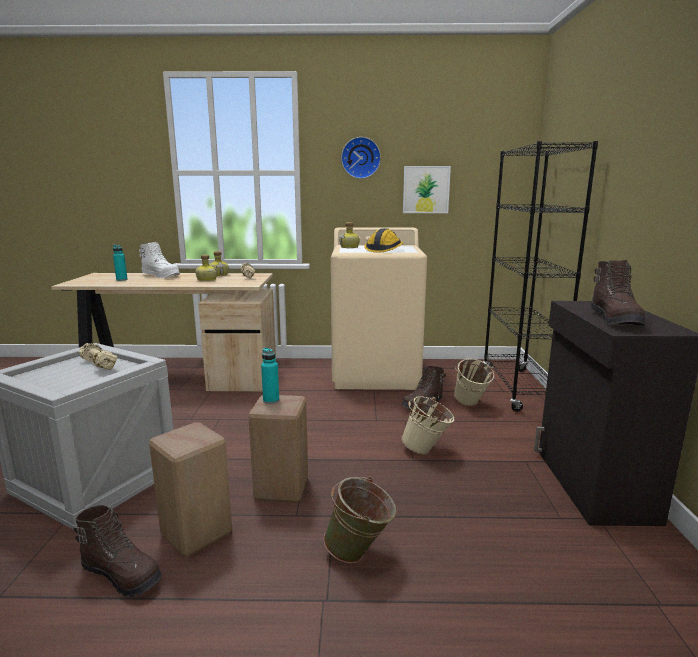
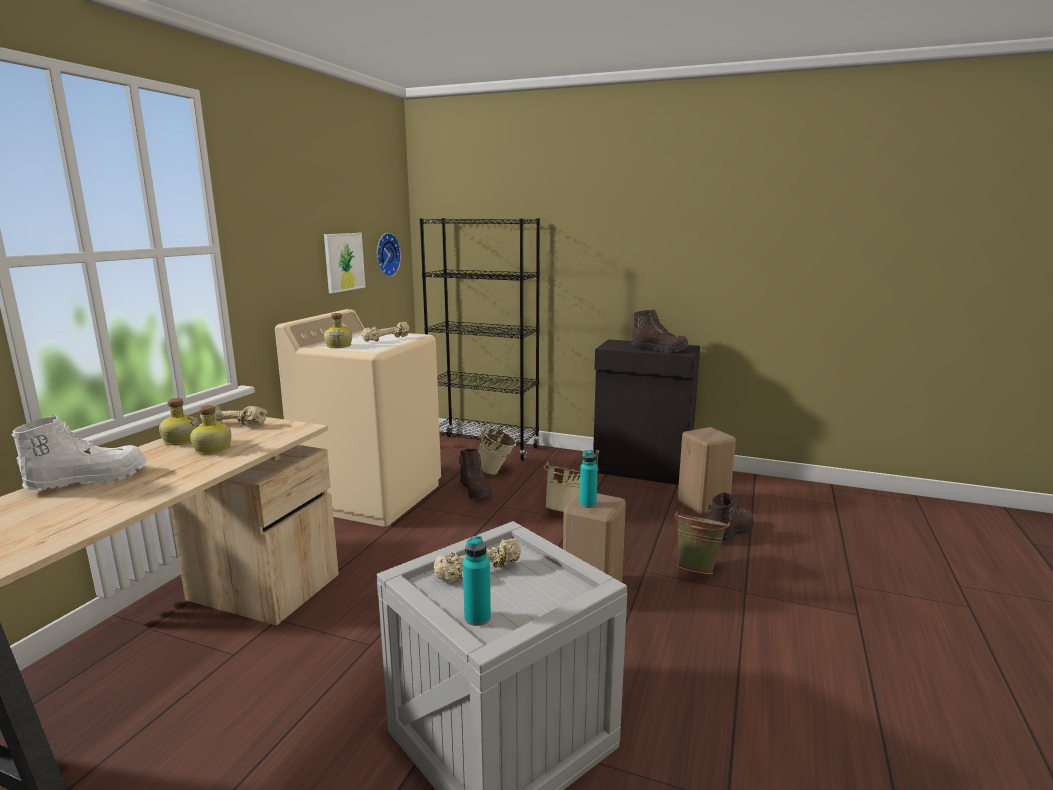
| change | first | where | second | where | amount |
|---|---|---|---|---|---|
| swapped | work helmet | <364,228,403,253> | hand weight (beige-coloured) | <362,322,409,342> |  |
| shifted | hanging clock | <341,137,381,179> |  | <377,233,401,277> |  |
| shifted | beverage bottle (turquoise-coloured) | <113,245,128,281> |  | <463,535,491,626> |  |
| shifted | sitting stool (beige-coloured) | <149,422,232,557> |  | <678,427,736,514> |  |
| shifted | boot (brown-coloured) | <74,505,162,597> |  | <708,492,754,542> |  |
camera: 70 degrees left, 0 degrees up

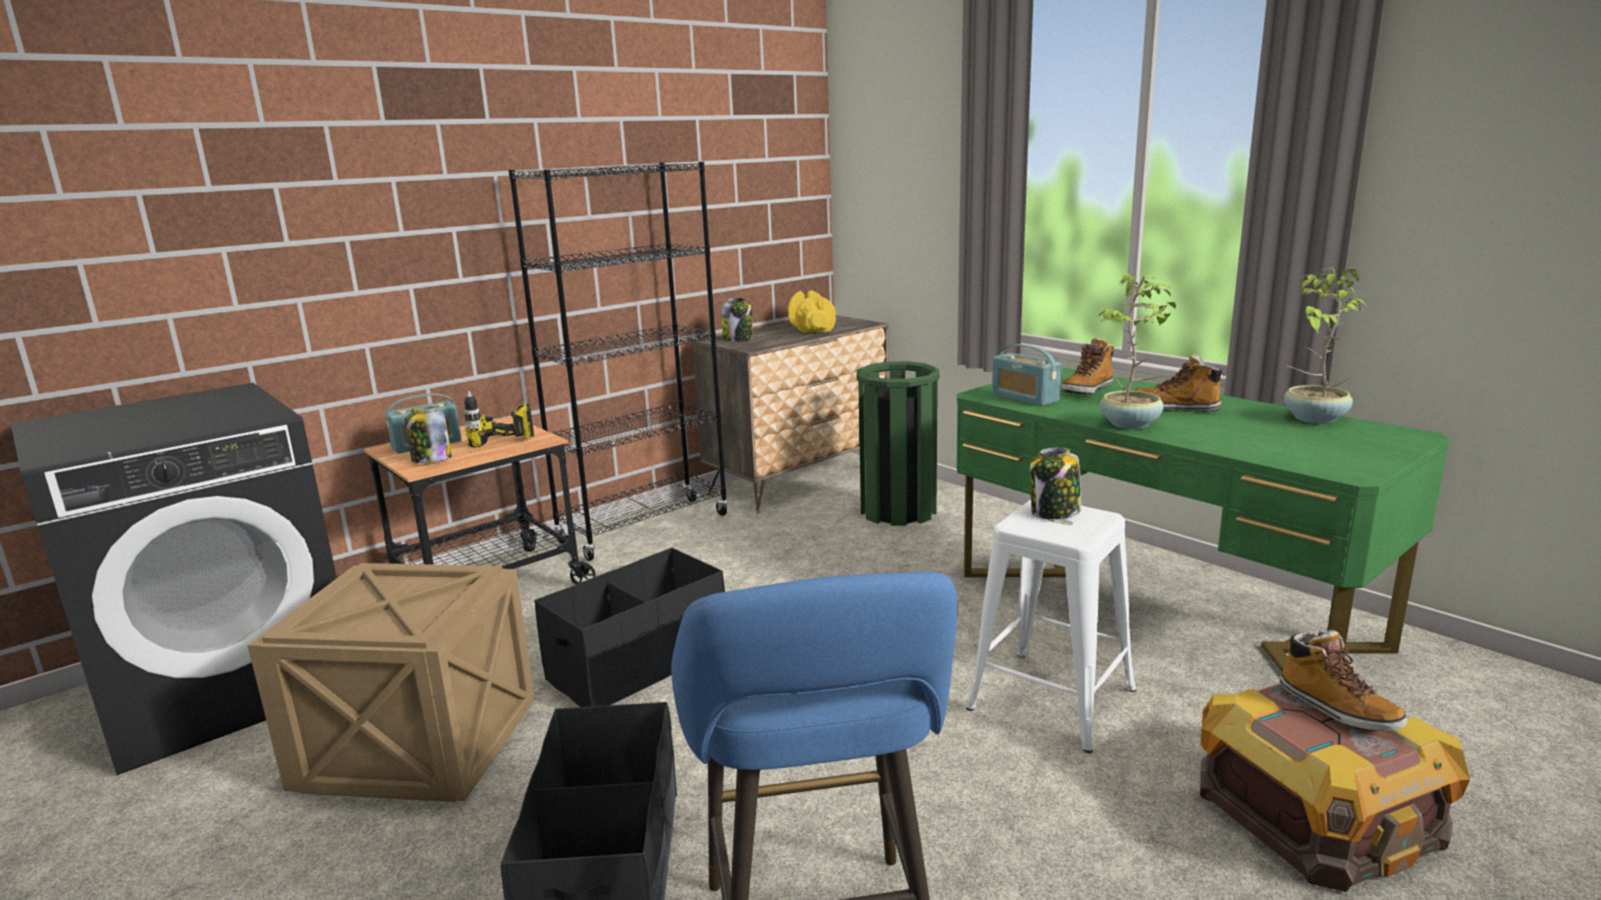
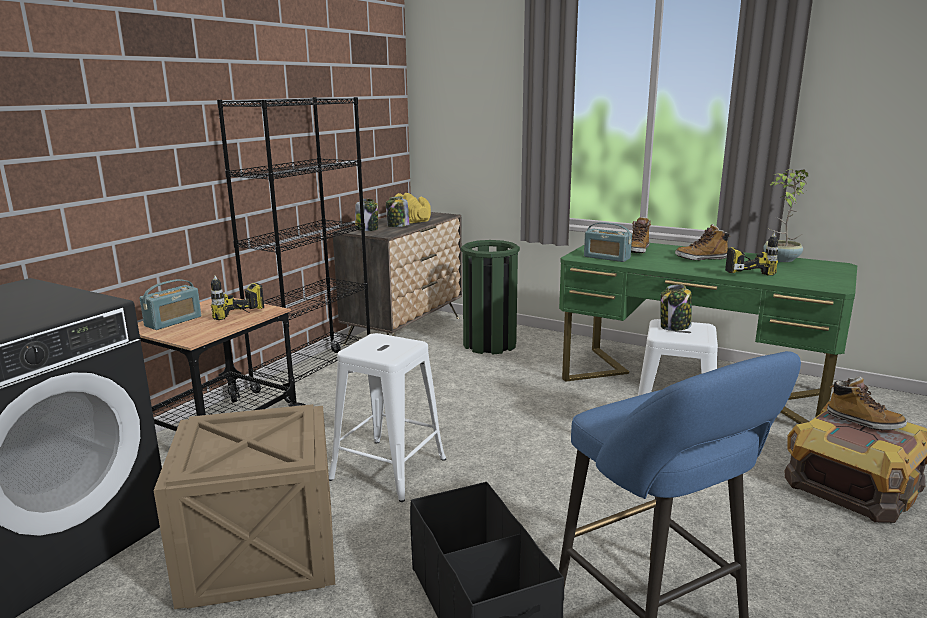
| change | first | where | second | where | amount |
|---|---|---|---|---|---|
| swapped | storage bin (black-coloured) | <534,548,725,707> | sitting stool (white-coloured) | <329,333,446,502> |  |
| shifted | preserve jar | <405,406,452,463> |  | <386,197,410,227> |  |
| new |  |  | power drill | <725,233,778,276> |  |
| gone | houseplant | <1100,274,1176,429> |  |  |  |
camera: 20 degrees left, 0 degrees up

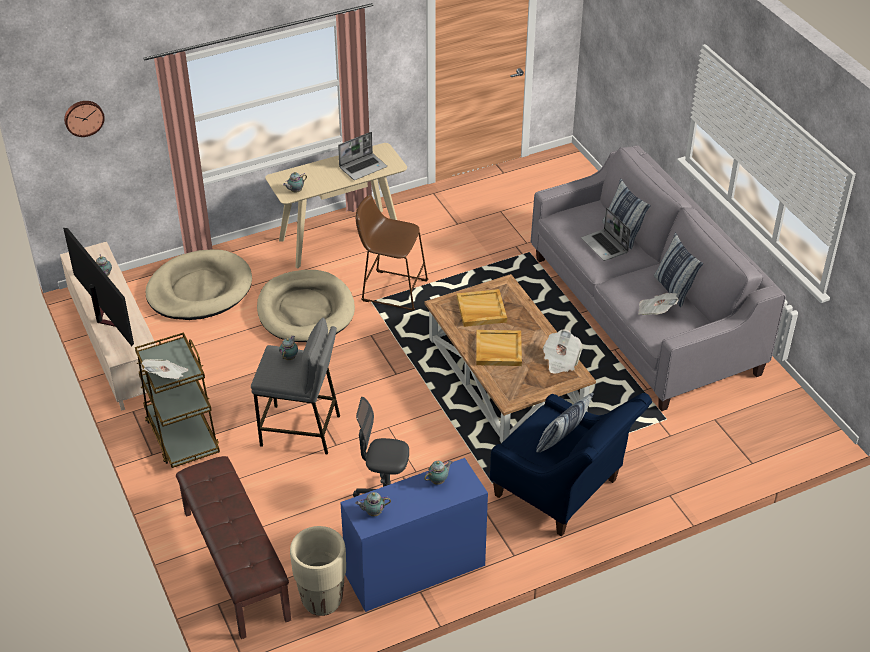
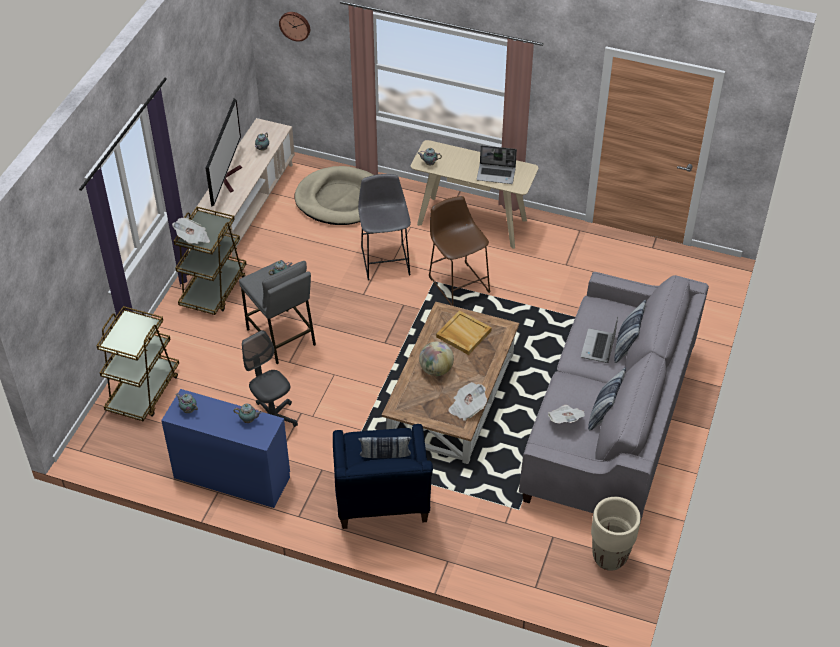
| change | first | where | second | where | amount |
|---|---|---|---|---|---|
| swapped | long seat (brown-coloured) | <176,456,291,639> | wheeled cart (brown-coloured) | <96,306,179,421> |  |
| swapped | dog bed (beige-coloured) | <257,270,355,342> | sitting stool (gray) | <358,174,411,280> |  |
| swapped | serving tray (beige-coloured) | <476,330,522,366> | desk globe | <419,341,454,376> |  |
| shifted | planter (beige-coloured) | <290,526,346,616> |  | <591,497,641,571> |  |
camera: 45 degrees right, 5 degrees up

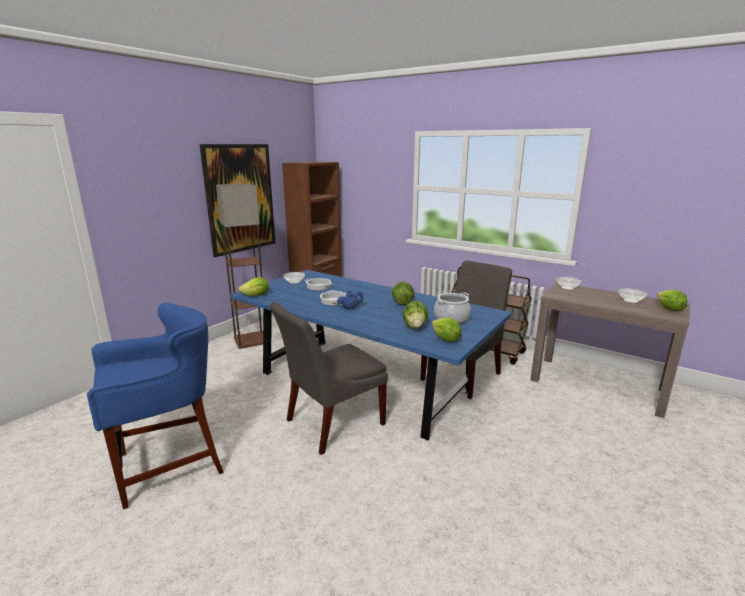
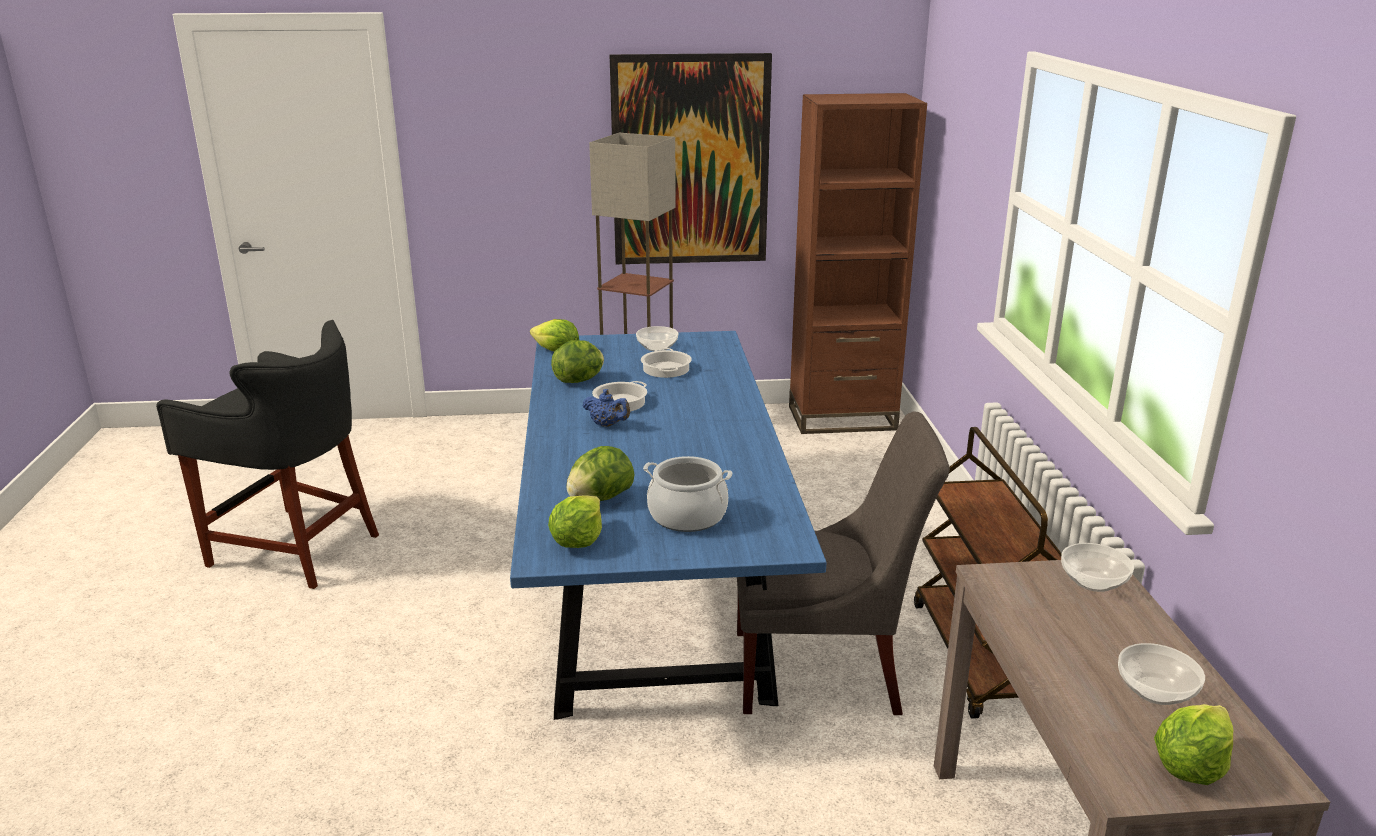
| change | first | where | second | where | amount |
|---|---|---|---|---|---|
| repainted | sitting stool (blue-coloured) | <87,303,224,509> | sitting stool (black-coloured) | <156,320,379,589> |  |
| shifted | head of lettuce | <392,281,415,305> |  | <551,340,604,383> |  |
| gone | plain chair (gray) | <270,302,388,455> |  |  |  |
camera: 50 degrees right, 5 degrees up

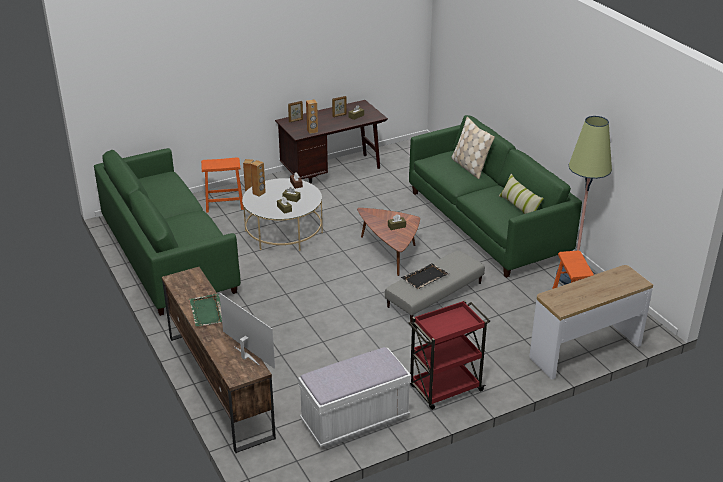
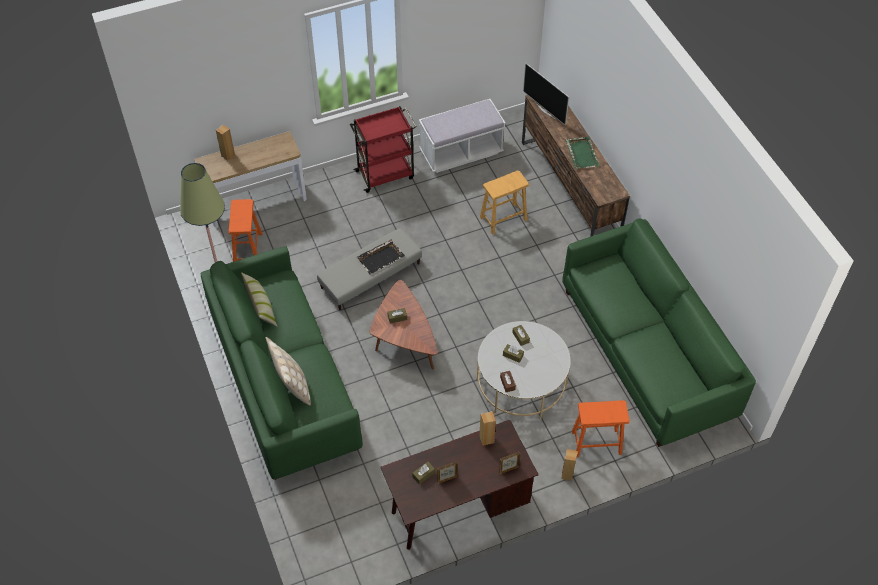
| change | first | where | second | where | amount |
|---|---|---|---|---|---|
| shifted | audio speaker (brown-coloured) | <251,160,266,197> |  | <216,125,235,161> |  |
| new |  |  | sitting stool (brown-coloured) | <480,171,529,235> |  |
camera: 175 degrees left, 20 degrees up

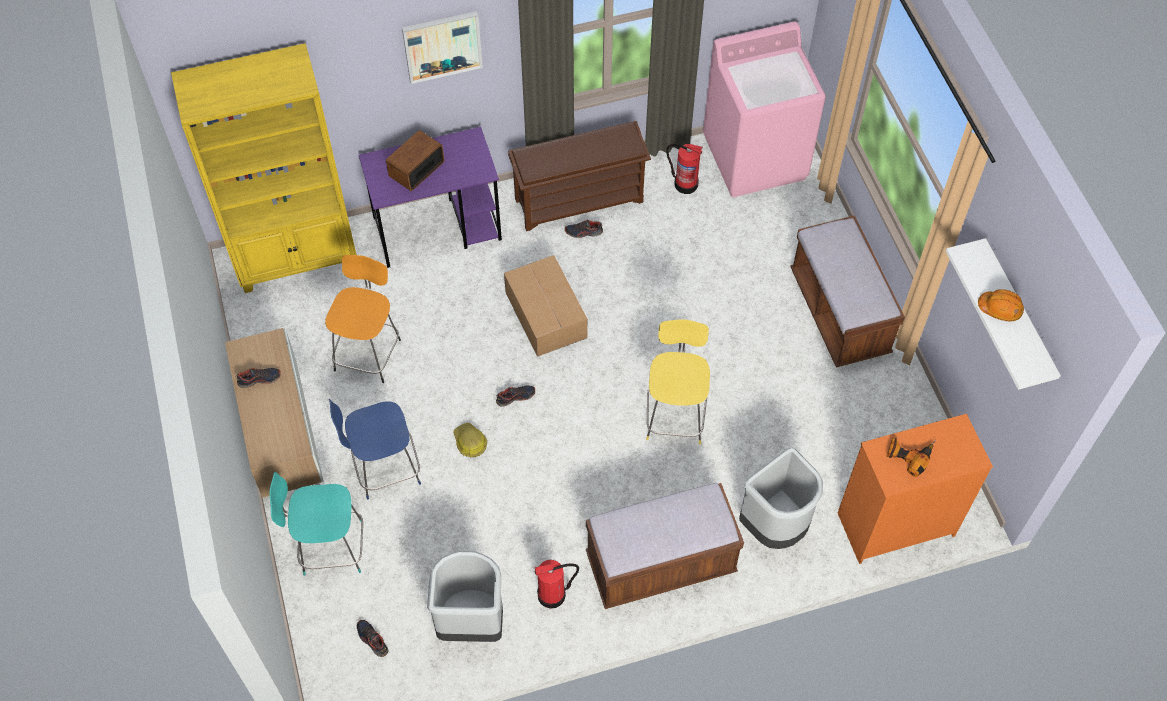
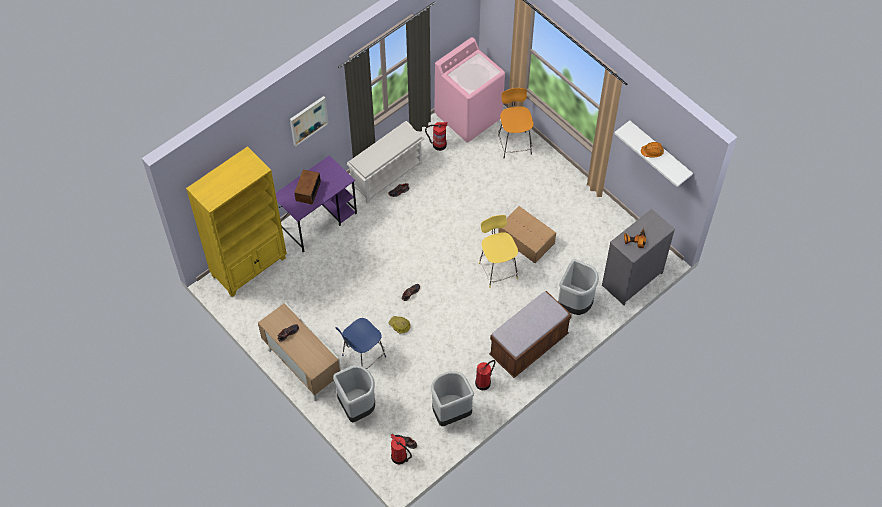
| change | first | where | second | where | amount |
|---|---|---|---|---|---|
| swapped | sitting stool (turquoise-coloured) | <269,472,363,576> | trash can (gray) | <333,365,375,423> |  |
| repainted | shoe rack (brown-coloured) | <508,121,651,231> | shoe rack (white-coloured) | <347,121,424,203> |  |
| new |  |  | fire extinguisher | <390,434,412,464> |  |
| shifted | sitting stool (orange) | <325,255,401,383> |  | <498,88,533,158> |  |
| shifted | cardboard box | <504,255,588,357> |  | <498,206,556,263> |  |
| repainted | dresser (orange) | <838,414,993,564> | dresser (gray) | <602,209,675,305> |  |
| gone | long seat (brown-coloured) | <790,215,905,368> |  |  |  |
camera: 25 degrees left, 0 degrees up

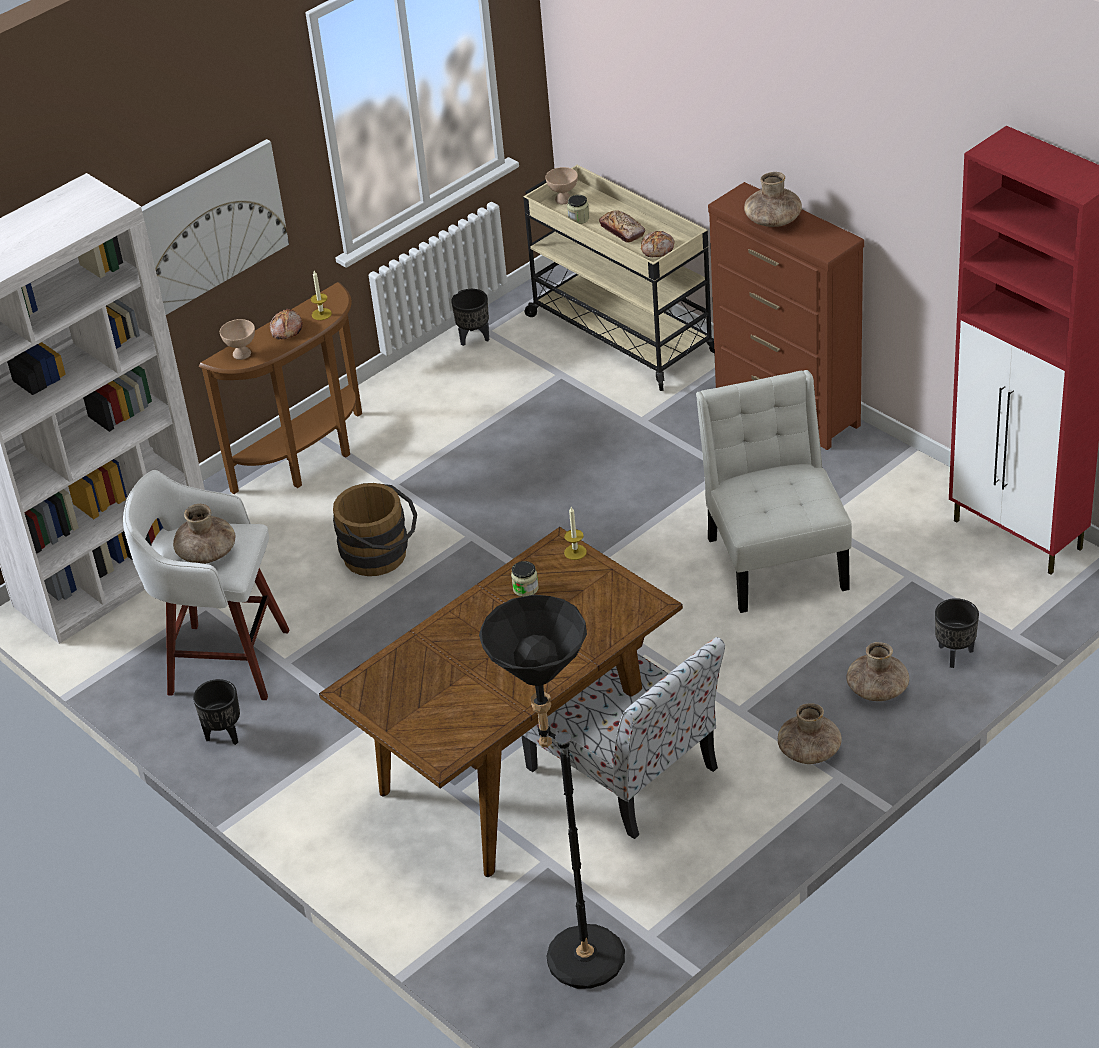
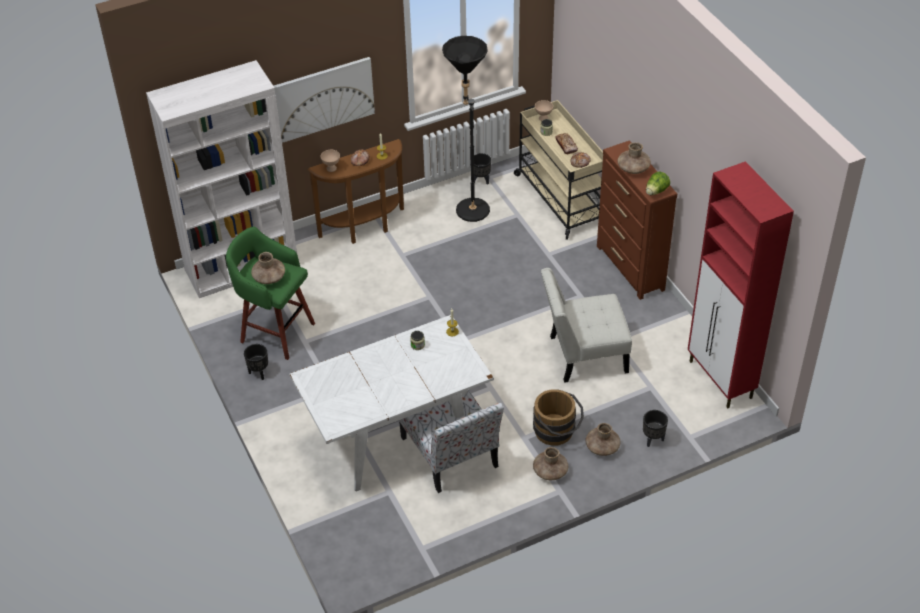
| change | first | where | second | where | amount |
|---|---|---|---|---|---|
| repainted | sitting stool (white-coloured) | <123,470,289,700> | sitting stool (green-coloured) | <226,227,315,360> |  |
| repainted | kitchen table (brown-coloured) | <319,527,683,877> | kitchen table (white-coloured) | <289,315,494,491> |  |
| shifted | standard lamp (black-coloured) | <479,595,625,989> |  | <442,36,490,222> |  |
| shifted | water bucket (brown-coloured) | <333,483,417,576> |  | <533,389,584,446> |  |
| rotated | plain chair (white-coloured) | <696,370,852,613> |  | <541,268,632,383> | 105 degrees counterclockwise |
| new |  |  | head of lettuce | <646,172,670,195> |  |
camera: 15 degrees right, 5 degrees up

